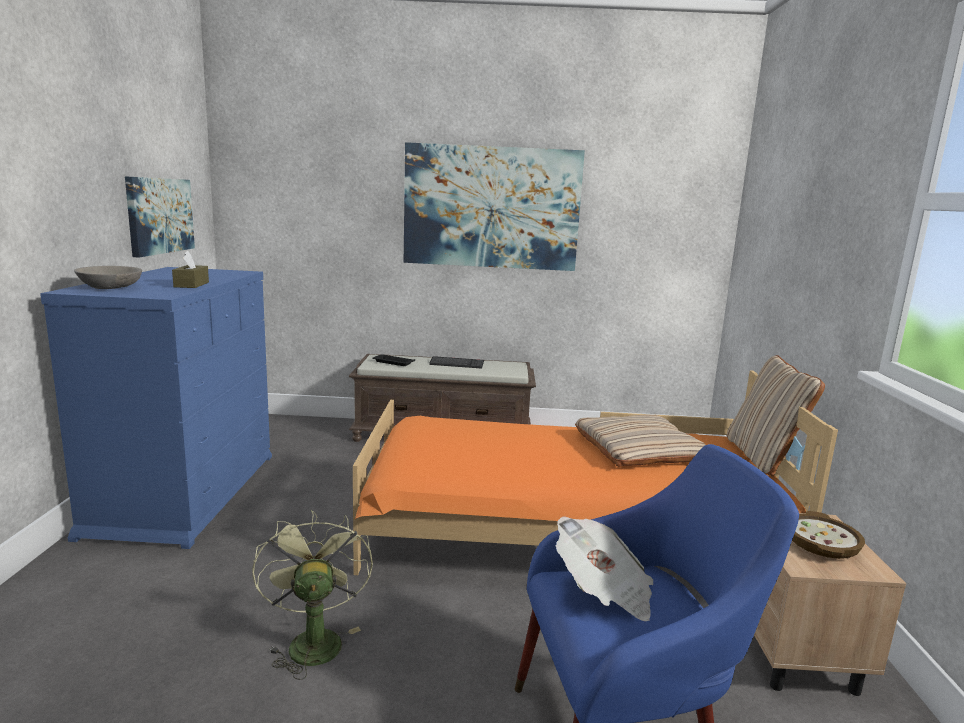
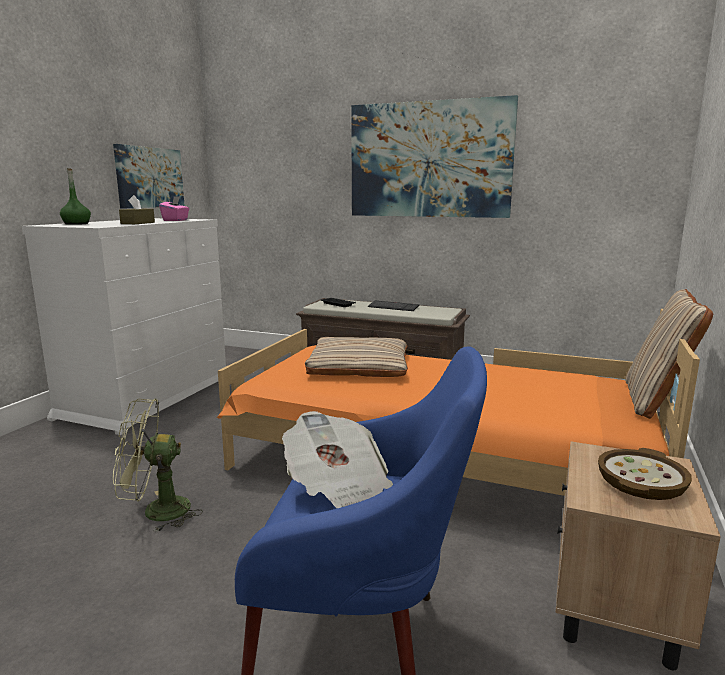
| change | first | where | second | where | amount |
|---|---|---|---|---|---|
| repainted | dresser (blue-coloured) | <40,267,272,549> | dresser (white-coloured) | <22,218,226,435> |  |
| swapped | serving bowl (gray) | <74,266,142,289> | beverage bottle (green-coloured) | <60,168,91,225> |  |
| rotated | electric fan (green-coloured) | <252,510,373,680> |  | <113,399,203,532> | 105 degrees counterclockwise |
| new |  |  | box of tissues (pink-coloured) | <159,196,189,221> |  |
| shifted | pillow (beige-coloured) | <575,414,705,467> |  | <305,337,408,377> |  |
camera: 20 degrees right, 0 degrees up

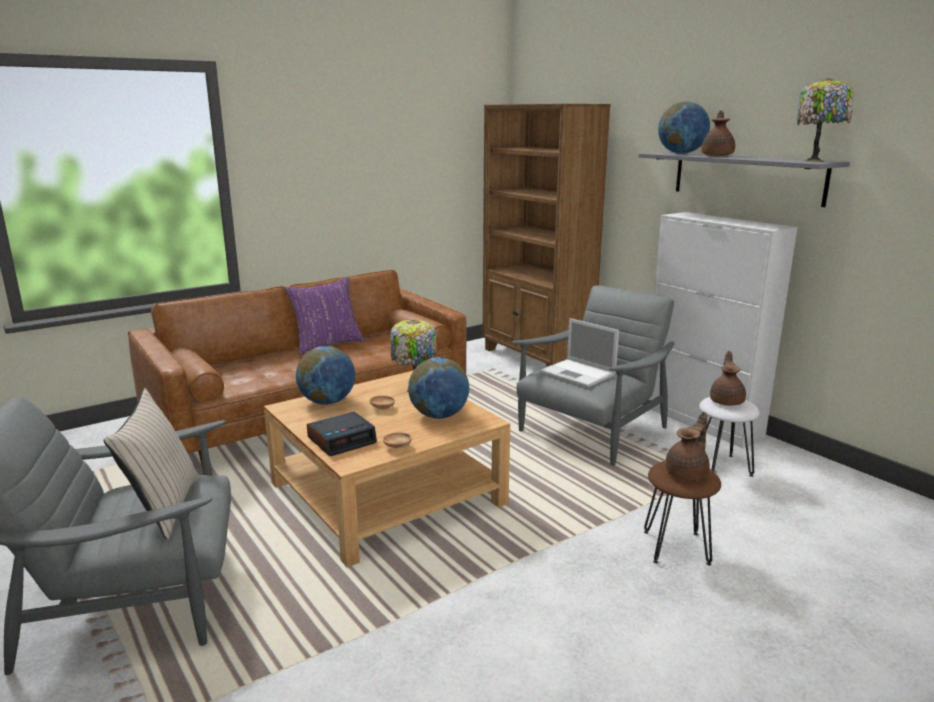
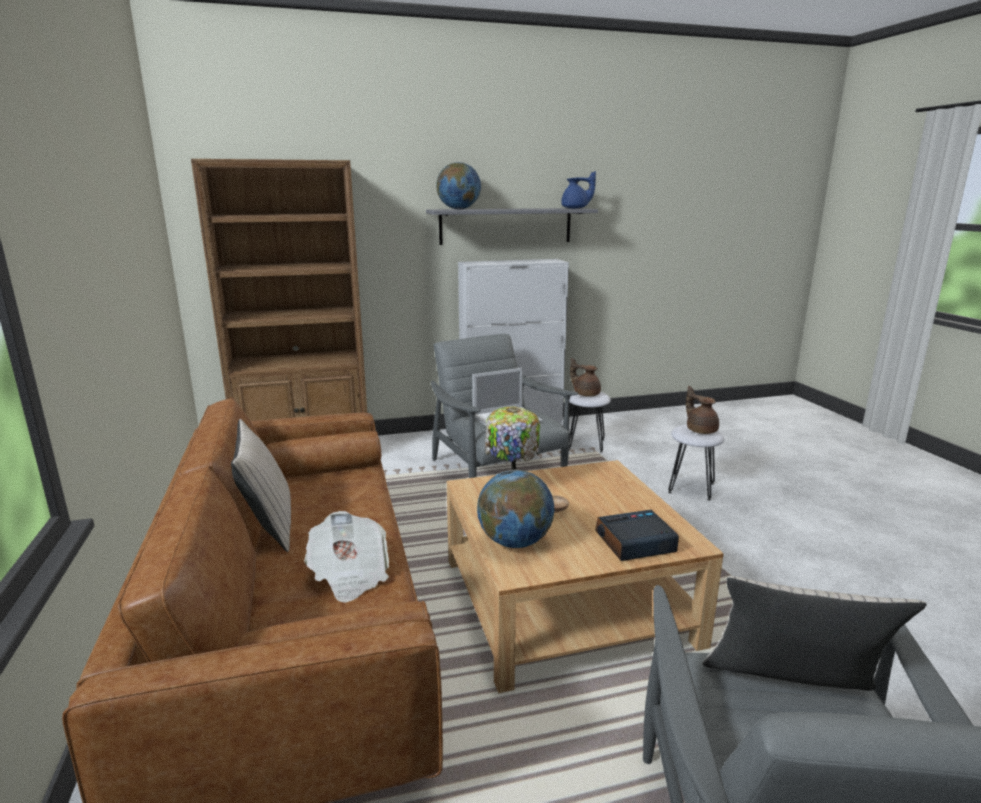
| change | first | where | second | where | amount |
|---|---|---|---|---|---|
| repainted | pillow (purple-coloured) | <284,277,364,354> | pillow (beige-coloured) | <231,419,291,552> |  |
| new |  |  | newspaper | <304,511,389,603> |  |
| swapped | table lamp | <797,78,854,162> | tea pot (blue-coloured) | <561,171,596,208> |  |
| rotated | alarm clock | <307,412,377,456> |  | <595,510,679,561> | 90 degrees counterclockwise |
| repainted | sitting stool (brown-coloured) | <644,461,721,566> | sitting stool (white-coloured) | <668,424,725,500> |  |
| gone | serving bowl (brown-coloured) | <383,432,412,449> |  |  |  |
| gone | desk globe | <408,357,469,419> |  |  |  |
| gone | tea pot (brown-coloured) | <701,110,735,156> |  |  |  |
camera: 70 degrees left, 0 degrees up

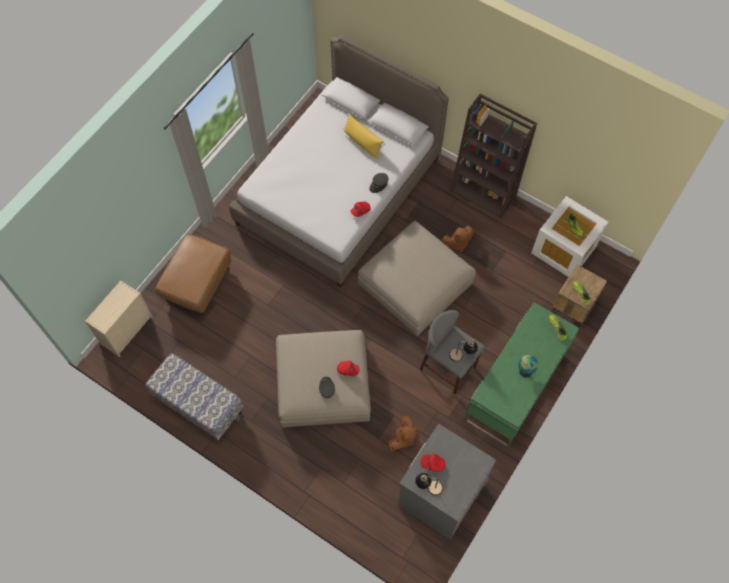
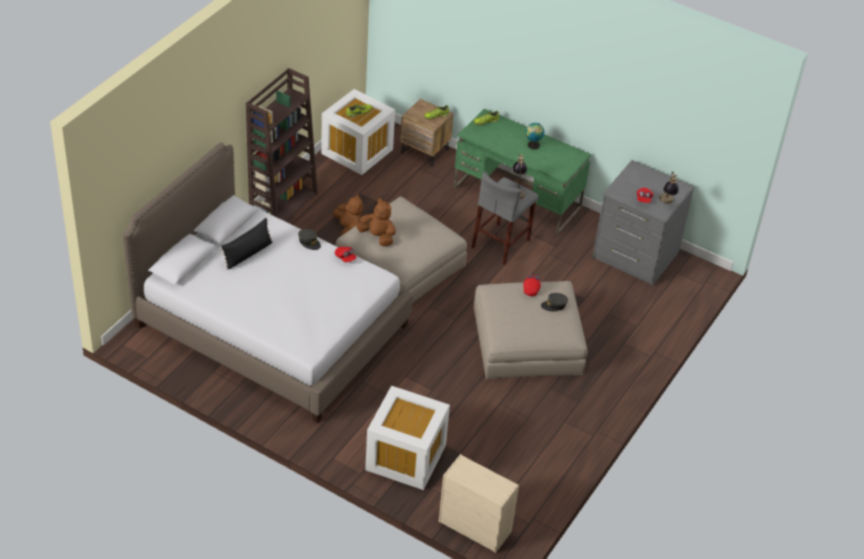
| change | first | where | second | where | amount |
|---|---|---|---|---|---|
| repainted | pillow (yellowish) | <343,114,385,159> | pillow (black-coloured) | <219,218,273,270> |  |
| shifted | soft toy (brown-coloured) | <387,416,417,451> |  | <356,198,396,246> |  |
| swapped | pouffe (brown-coloured) | <155,234,231,315> | storage bin (white-coloured) | <365,386,450,490> |  |
| gone | long seat | <145,353,244,441> |  |  |  |
camera: 95 degrees left, 20 degrees down

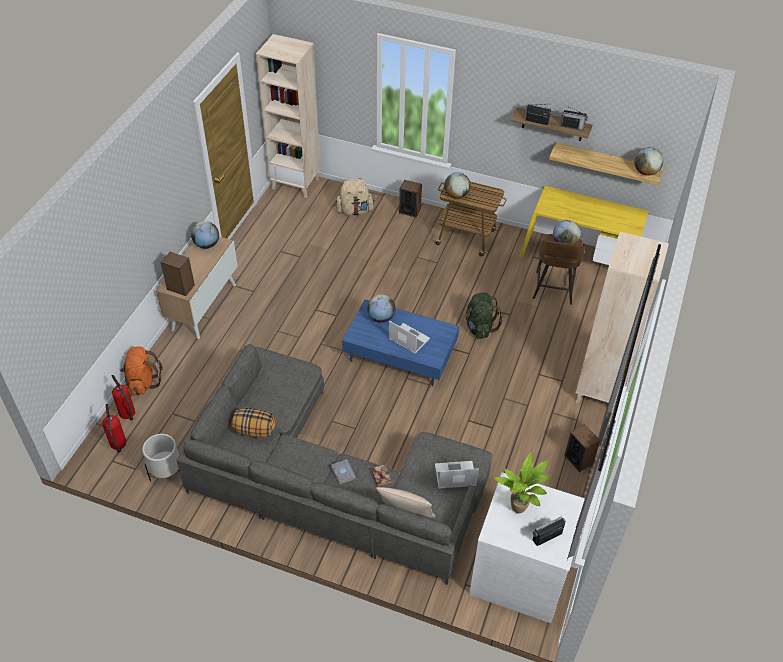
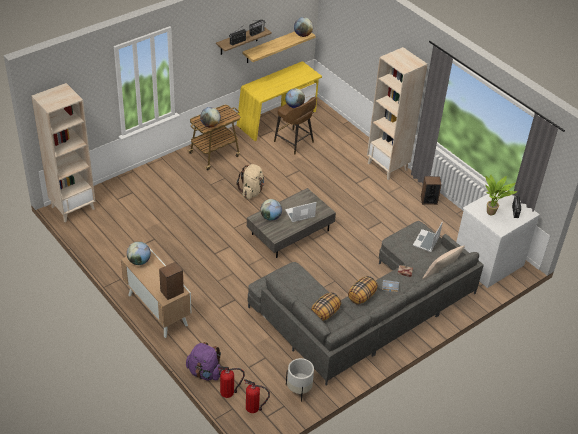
| change | first | where | second | where | amount |
|---|---|---|---|---|---|
| repainted | backpack (orange) | <120,346,162,395> | backpack (purple-coloured) | <186,342,222,380> |  |
| shifted | backpack (beige-coloured) | <336,178,375,216> |  | <236,164,265,199> |  |
| repainted | lounge table (blue-coloured) | <342,299,459,386> | lounge table (gray) | <247,188,336,258> |  |
| new |  |  | pillow | <348,276,378,304> |  |
| gone | audio speaker | <399,180,422,217> |  |  |  |
| gone | backpack (green-coloured) | <464,292,503,339> |  |  |  |
camera: 60 degrees left, 5 degrees down

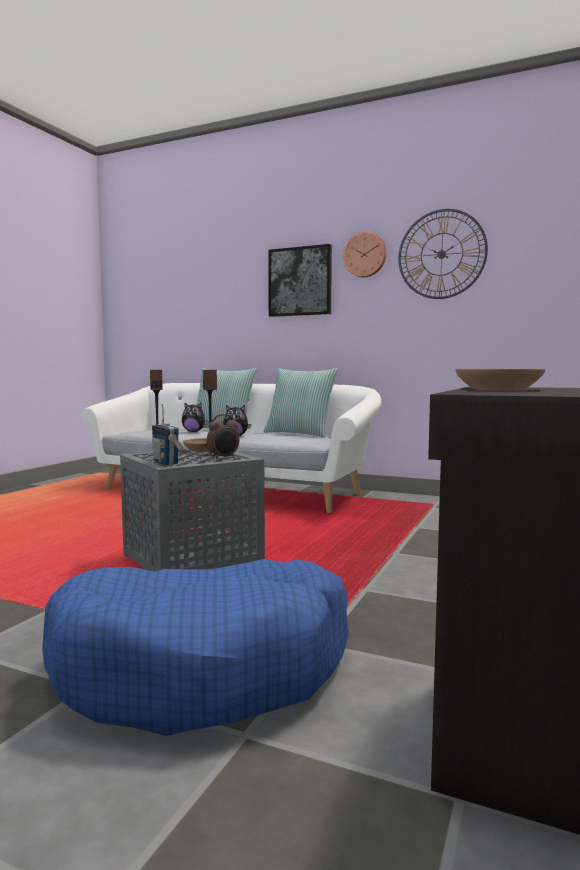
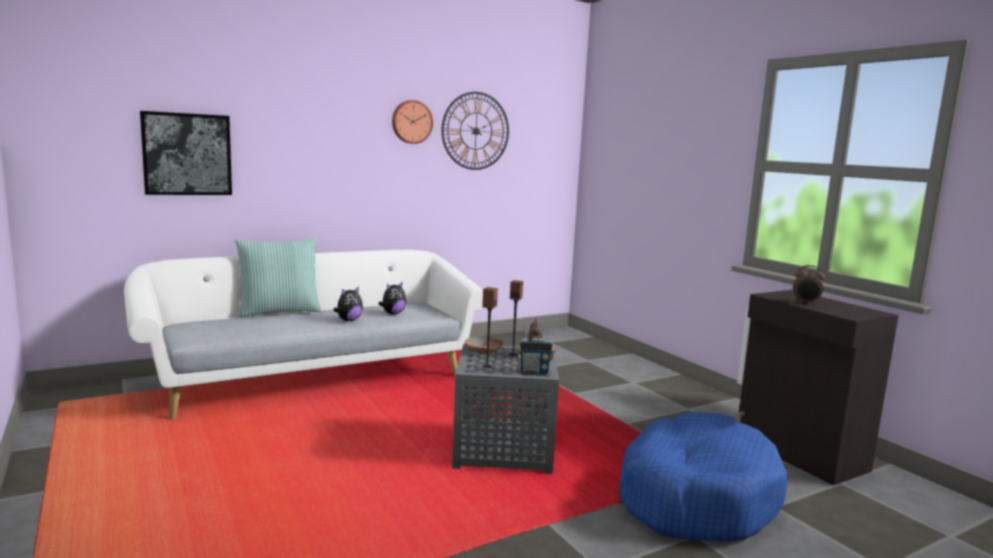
| change | first | where | second | where | amount |
|---|---|---|---|---|---|
| shifted | wall art | <268,244,332,317> |  | <140,111,232,195> |  |
| shifted | soft toy | <182,402,208,432> |  | <379,282,406,314> |  |
| swapped | serving bowl (brown-coloured) | <456,369,545,390> | alarm clock | <793,265,825,305> |  |
| gone | pillow | <264,368,338,438> |  |  |  |
camera: 55 degrees left, 5 degrees up

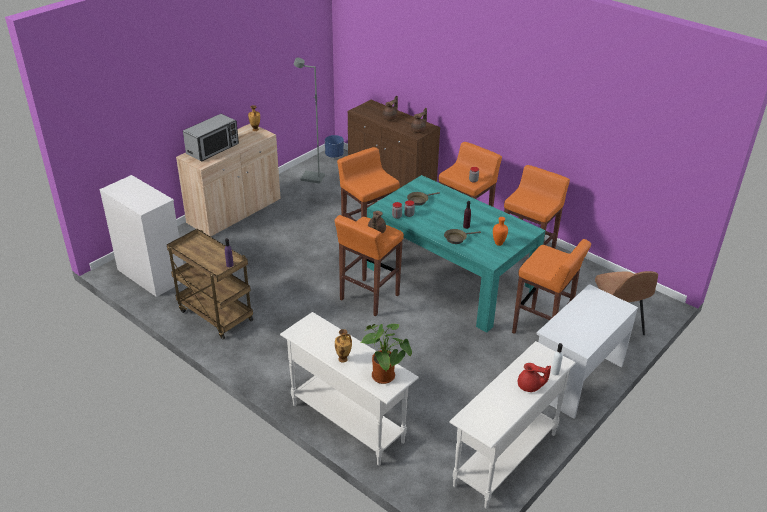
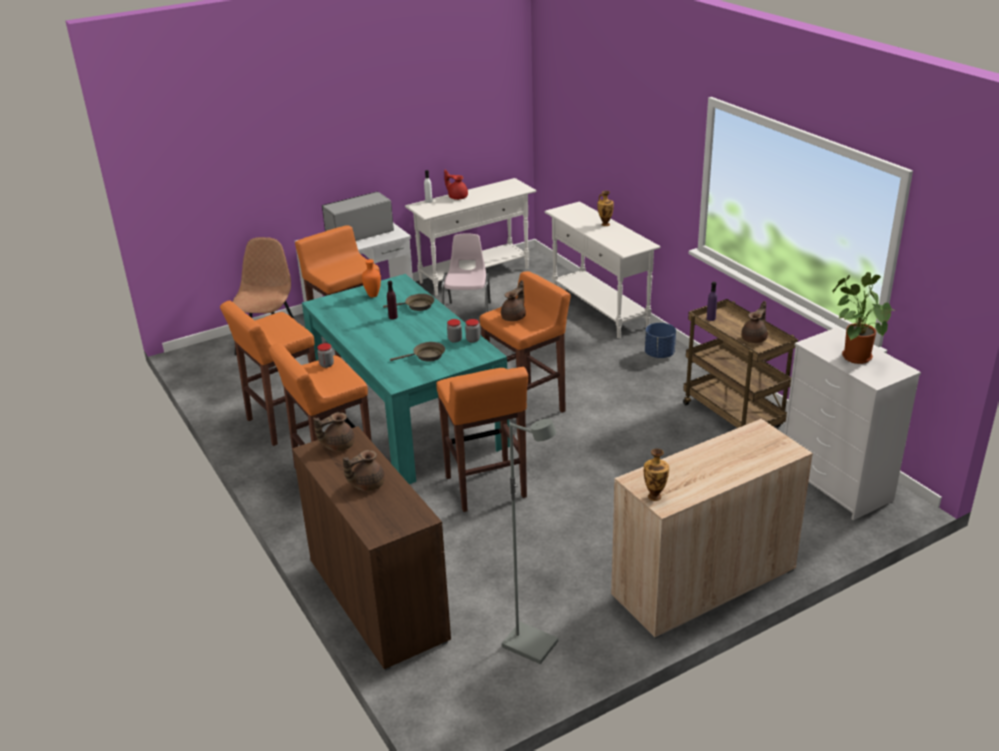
| change | first | where | second | where | amount |
|---|---|---|---|---|---|
| shifted | kitchen microwave | <183,114,239,161> |  | <322,192,394,241> |  |
| new |  |  | plain chair (pink-coloured) | <441,233,491,313> |  |
| shifted | planter (blue-coloured) | <325,135,344,158> |  | <645,323,676,358> |  |
| new |  |  | tea pot (brown-coloured) | <741,301,768,343> |  |
| shifted | houseplant | <360,324,412,384> |  | <832,272,896,364> |  |
camera: 160 degrees left, 5 degrees down

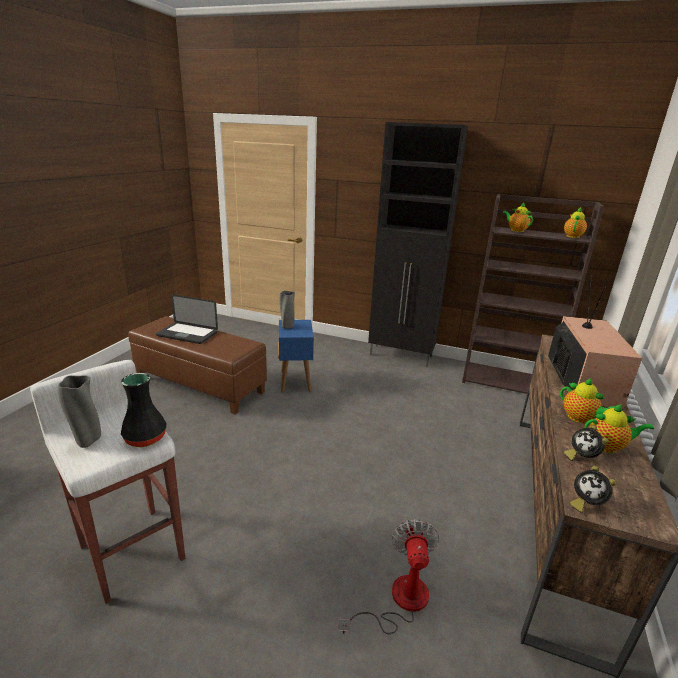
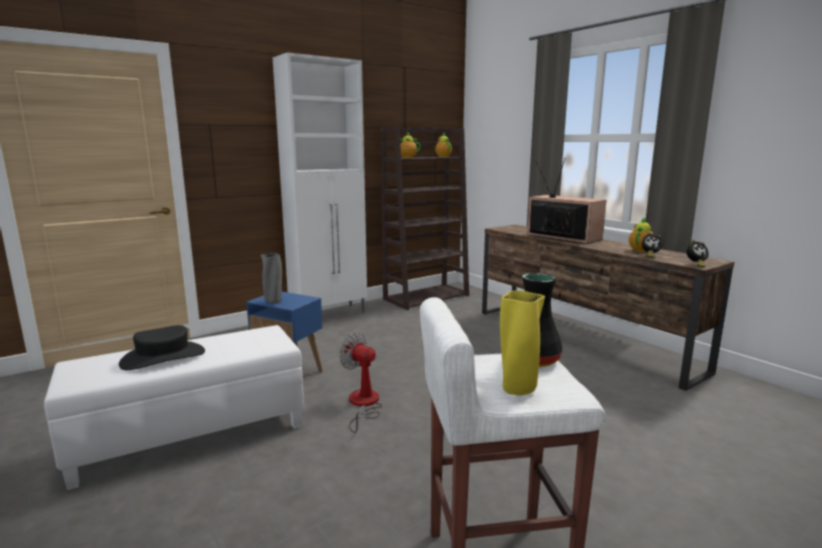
| change | first | where | second | where | amount |
|---|---|---|---|---|---|
| repainted | pouffe (brown-coloured) | <128,316,267,414> | pouffe (white-coloured) | <44,325,304,490> |  |
| swapped | laptop | <156,294,218,344> | hat (black-coloured) | <119,325,205,370> |  |
| repainted | cupboard (black-coloured) | <368,122,468,367> | cupboard (white-coloured) | <273,52,367,313> |  |
| shifted | electric fan | <339,519,440,634> |  | <339,332,382,433> |  |
| repainted | flower vase (gray) | <58,375,101,448> | flower vase (yellowish) | <500,290,545,395> |  |
| gone | tea pot | <560,378,615,423> |  |  |  |
camera: 55 degrees left, 10 degrees down

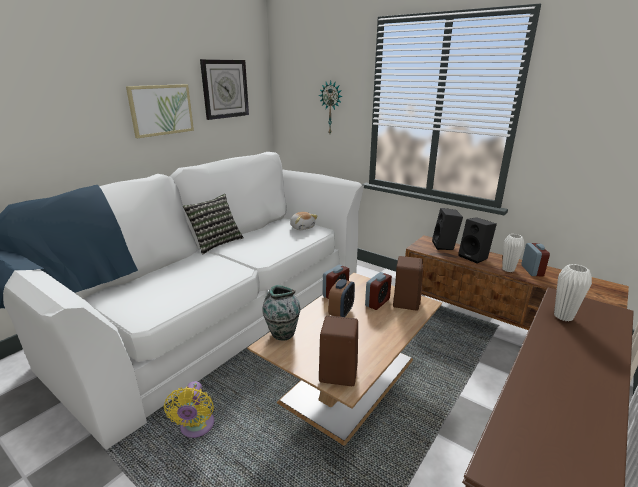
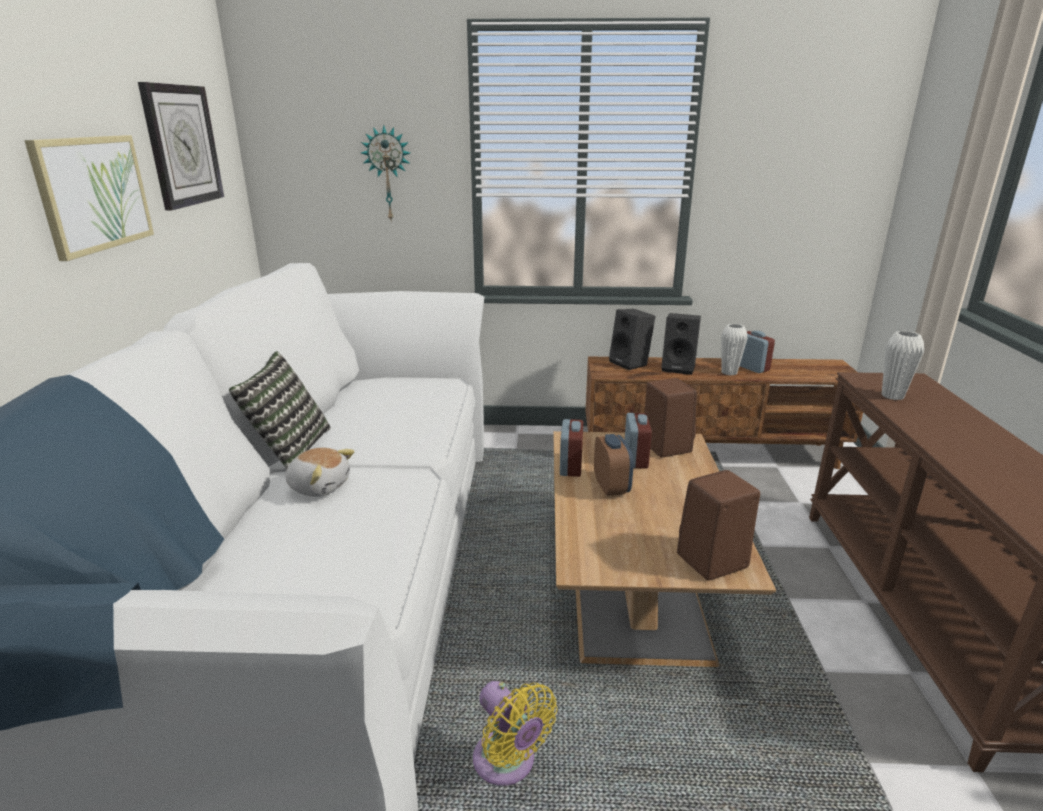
| change | first | where | second | where | amount |
|---|---|---|---|---|---|
| shifted | soft toy | <290,212,318,230> |  | <286,448,355,497> |  |
| gone | flower vase | <262,285,301,341> |  |  |  |
camera: 35 degrees left, 0 degrees up

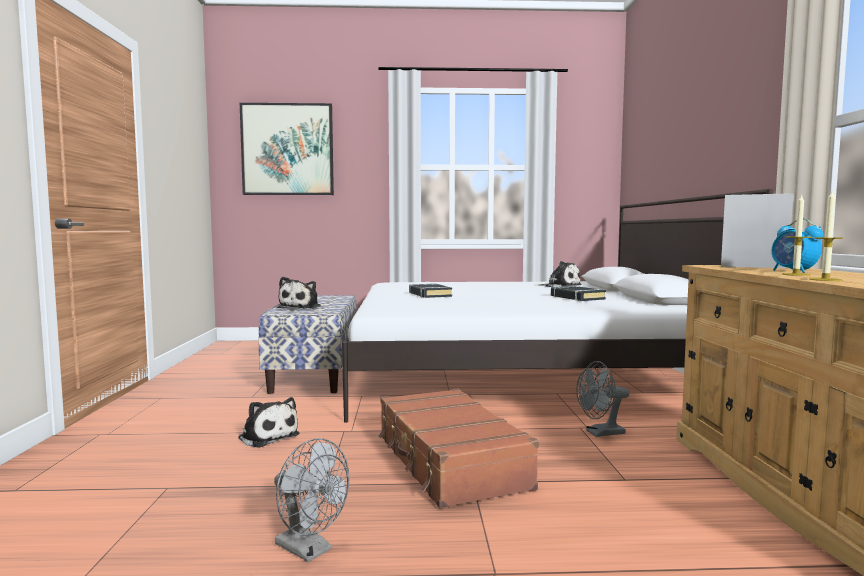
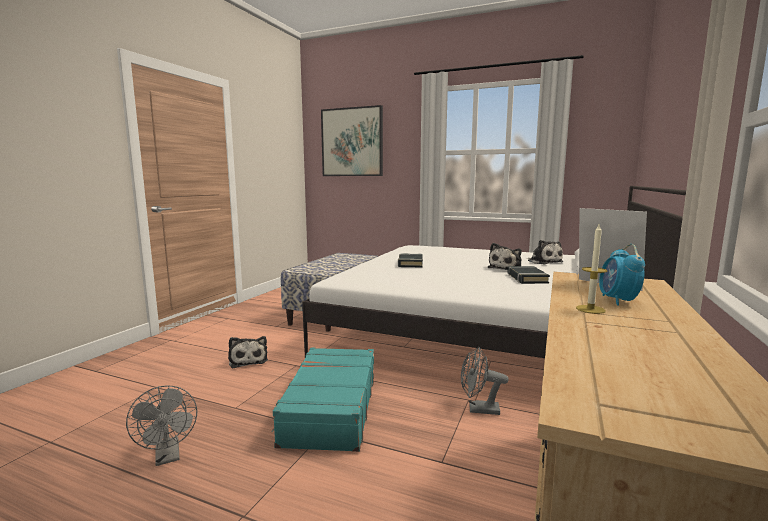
| change | first | where | second | where | amount |
|---|---|---|---|---|---|
| repainted | suitcase (brown-coloured) | <379,389,539,508> | suitcase (turquoise-coloured) | <272,347,374,452> |  |
| shifted | soft toy | <277,277,321,309> |  | <488,243,522,270> |  |
| gone | wax light | <809,191,843,281> |  |  |  |
camera: 25 degrees right, 5 degrees up

